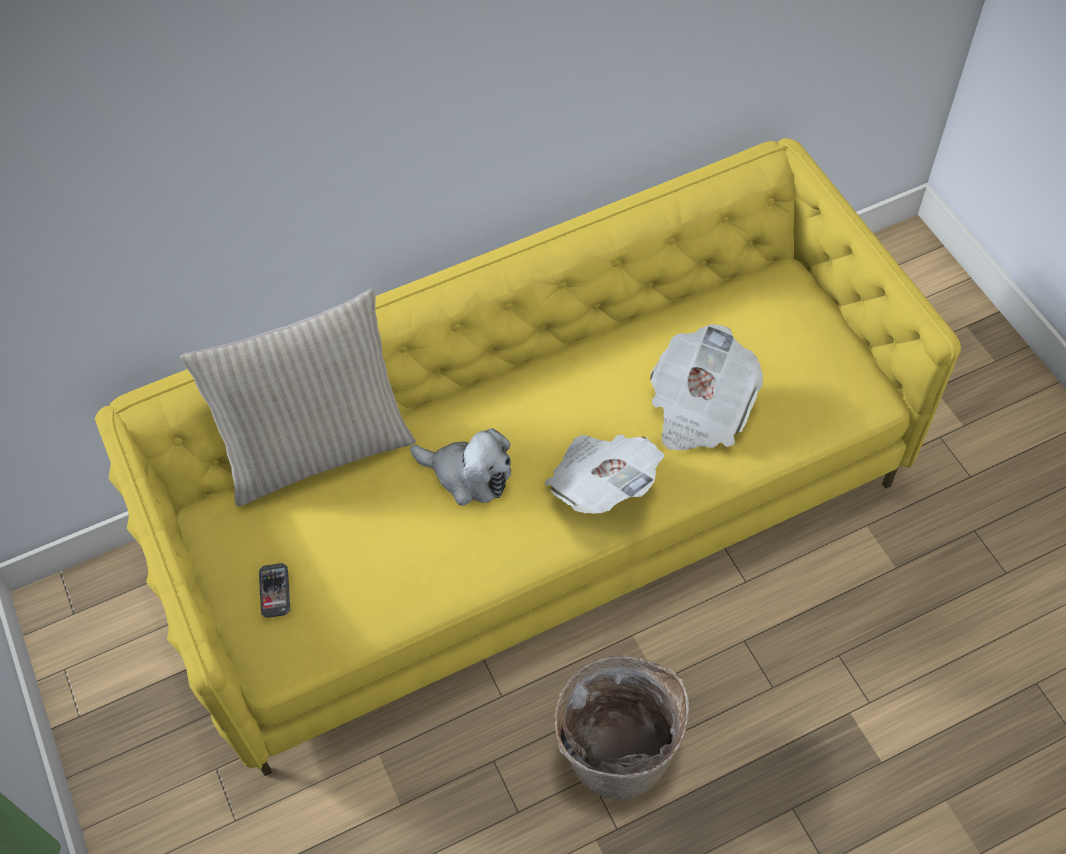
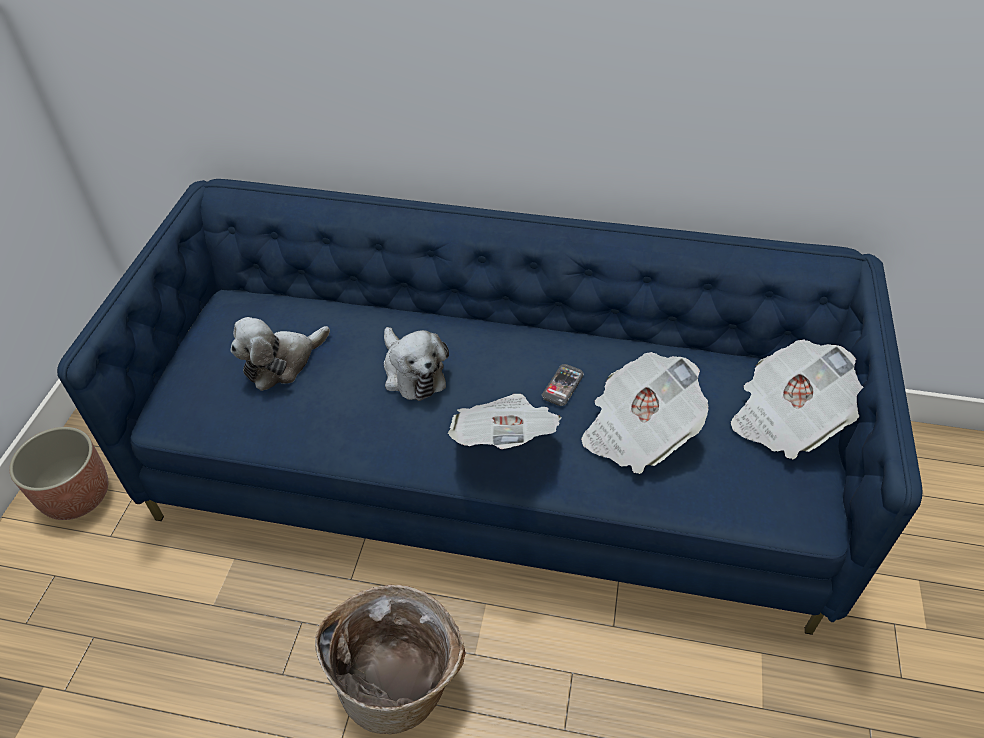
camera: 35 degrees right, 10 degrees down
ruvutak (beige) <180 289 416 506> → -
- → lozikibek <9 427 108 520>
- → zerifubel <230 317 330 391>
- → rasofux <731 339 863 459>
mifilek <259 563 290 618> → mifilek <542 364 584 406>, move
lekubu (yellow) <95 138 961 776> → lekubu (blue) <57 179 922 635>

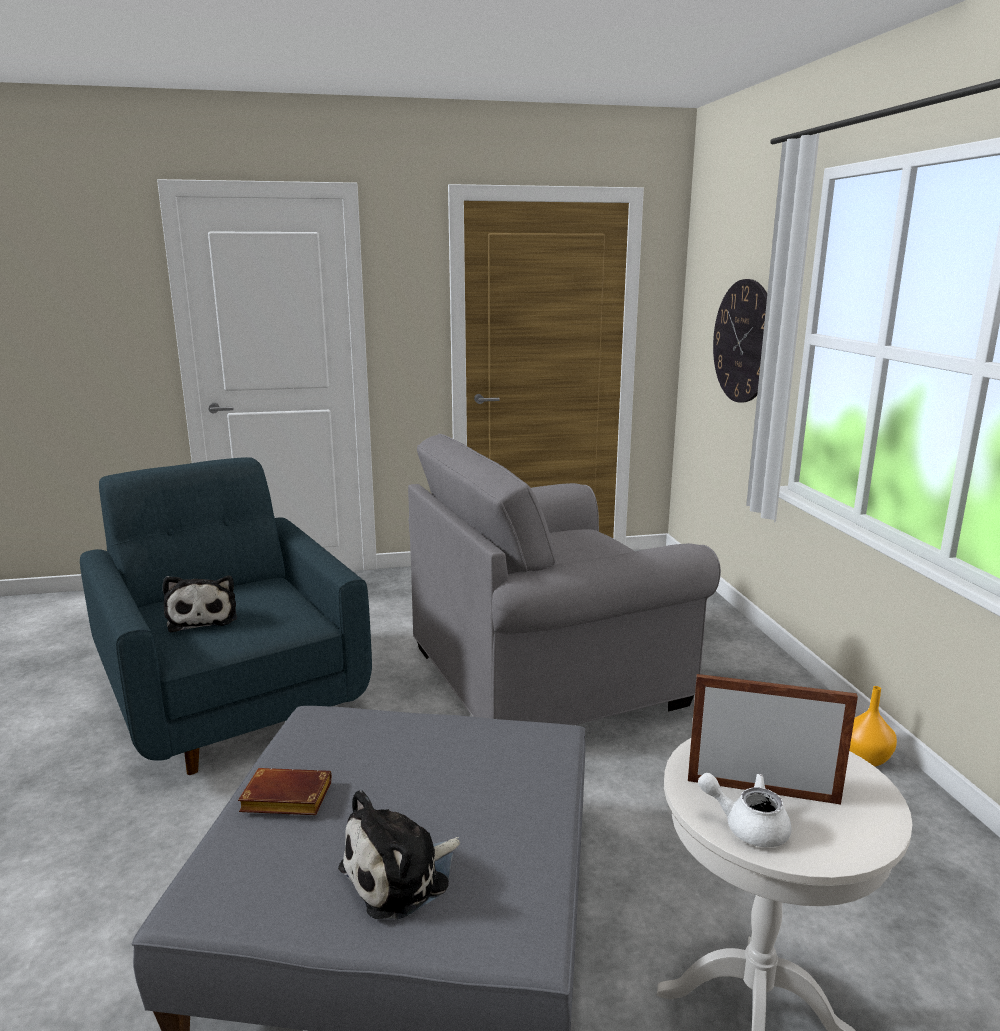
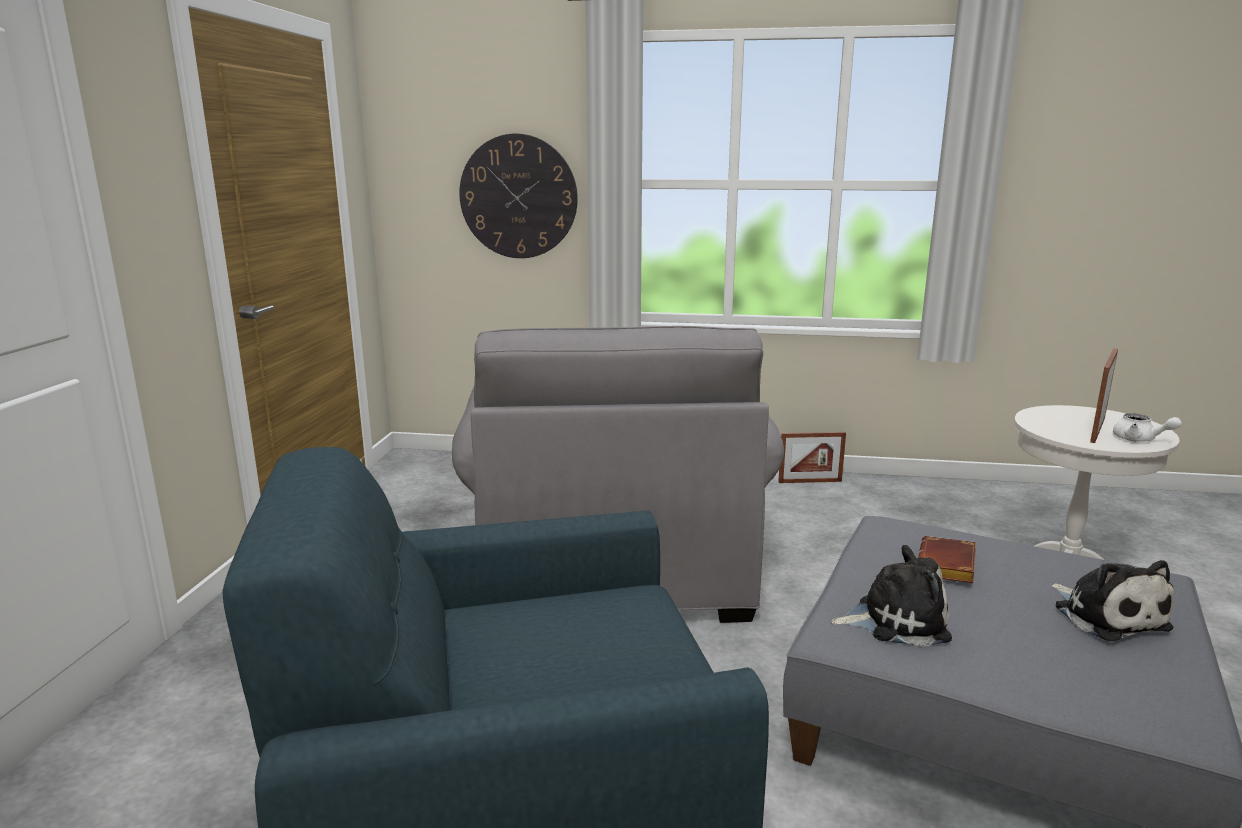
camera: 70 degrees left, 0 degrees up
zerifubel <163 576 237 632> → zerifubel <831 545 952 647>, move
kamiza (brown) <238 768 332 815> → kamiza (brown) <918 536 976 583>, move
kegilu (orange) <849 686 897 767> → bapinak <778 432 846 483>
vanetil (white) <698 773 791 848> → vanetil (white) <1113 413 1182 442>, 90 degrees counterclockwise

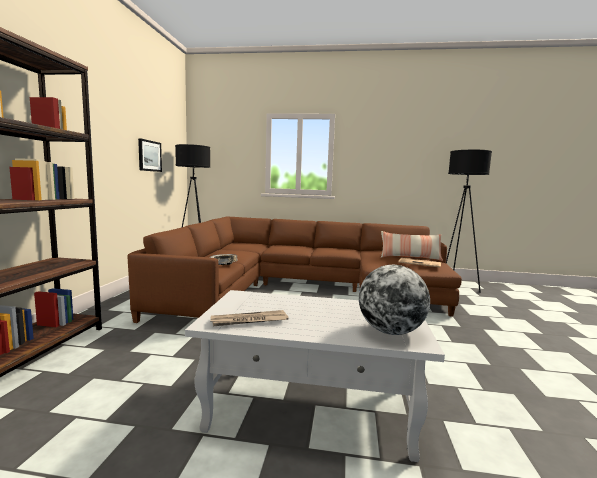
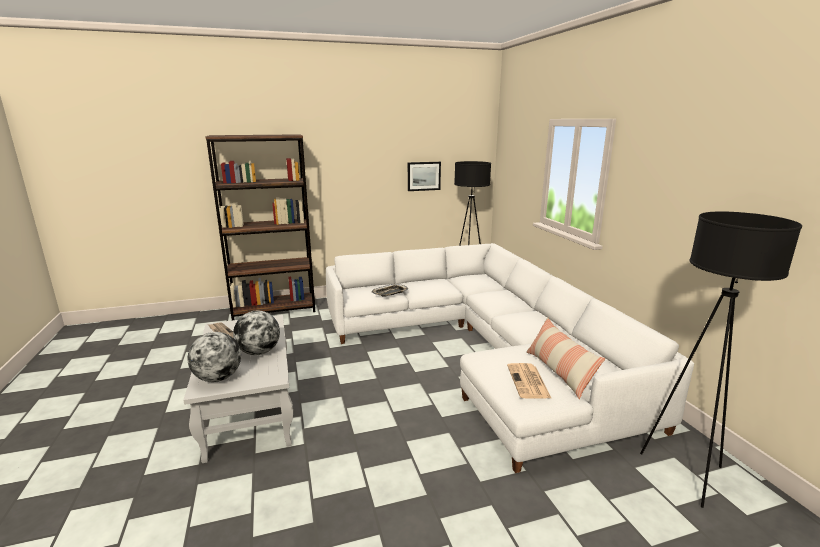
camera: 65 degrees right, 10 degrees up
- → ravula <233 311 280 355>
lekubu (brown) <127 216 462 323> → lekubu (white) <326 243 694 473>

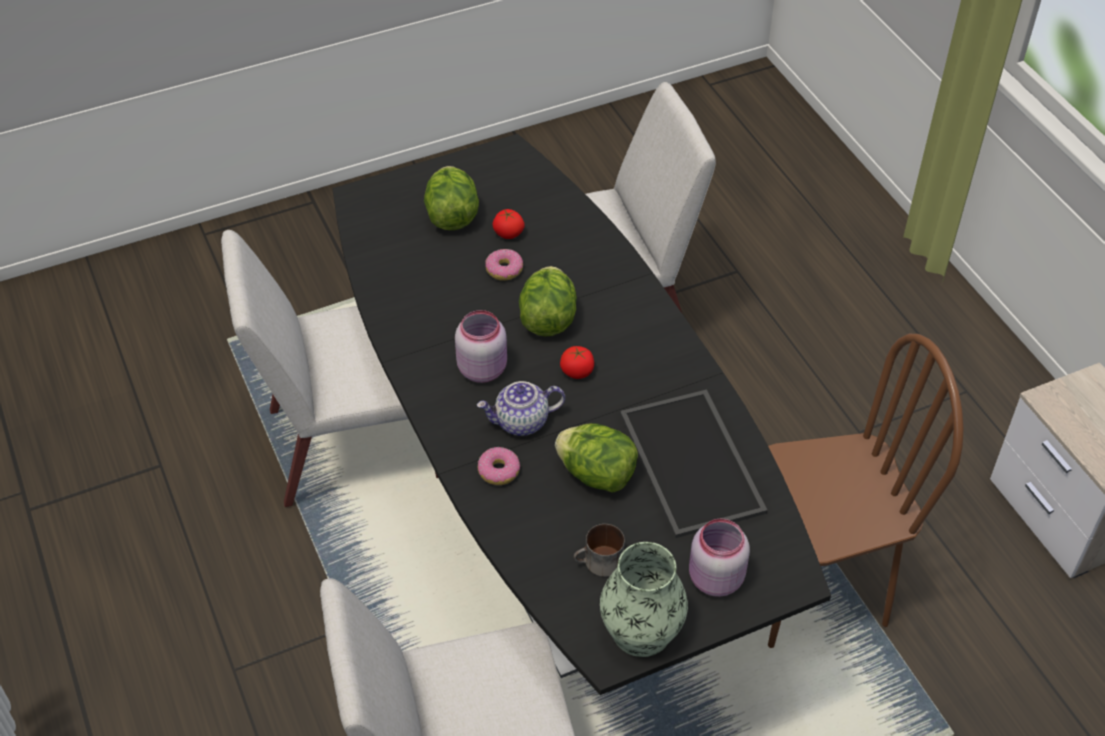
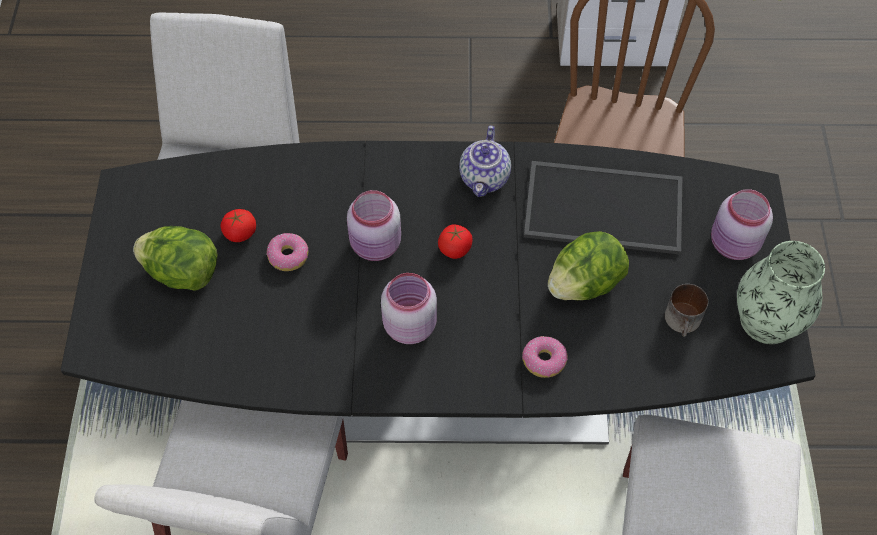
camera: 65 degrees left, 10 degrees up
vanetil <477 381 565 436> → vanetil <459 126 511 197>, move
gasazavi <519 266 577 336> → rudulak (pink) <347 190 401 261>

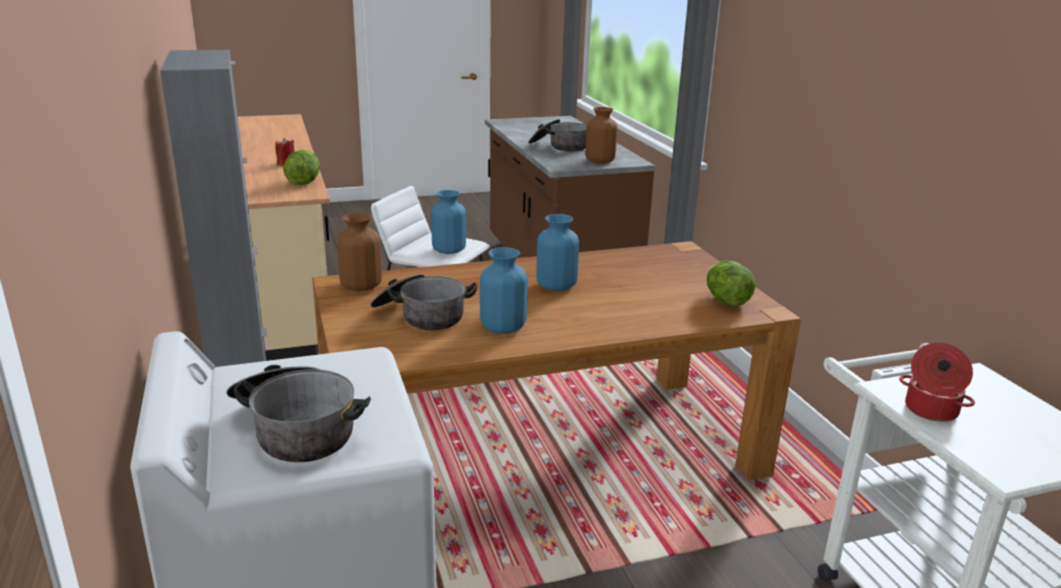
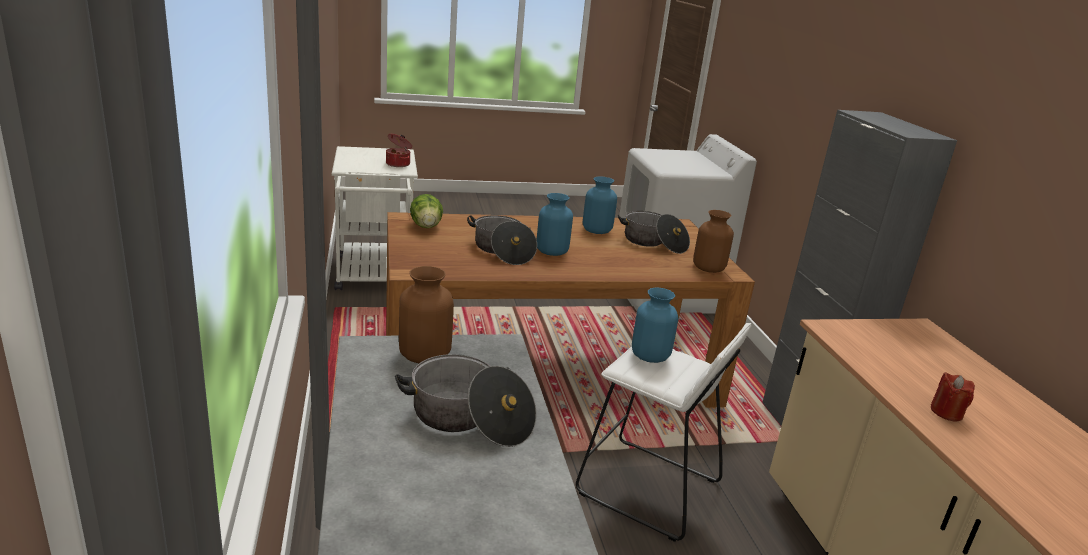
camera: 175 degrees left, 0 degrees up
gasazavi <283 150 320 185> → -
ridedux <226 365 371 462> → ridedux <467 215 537 265>, move

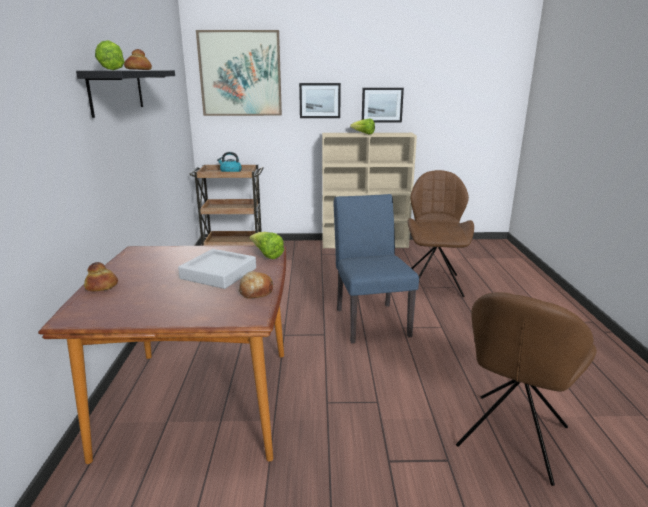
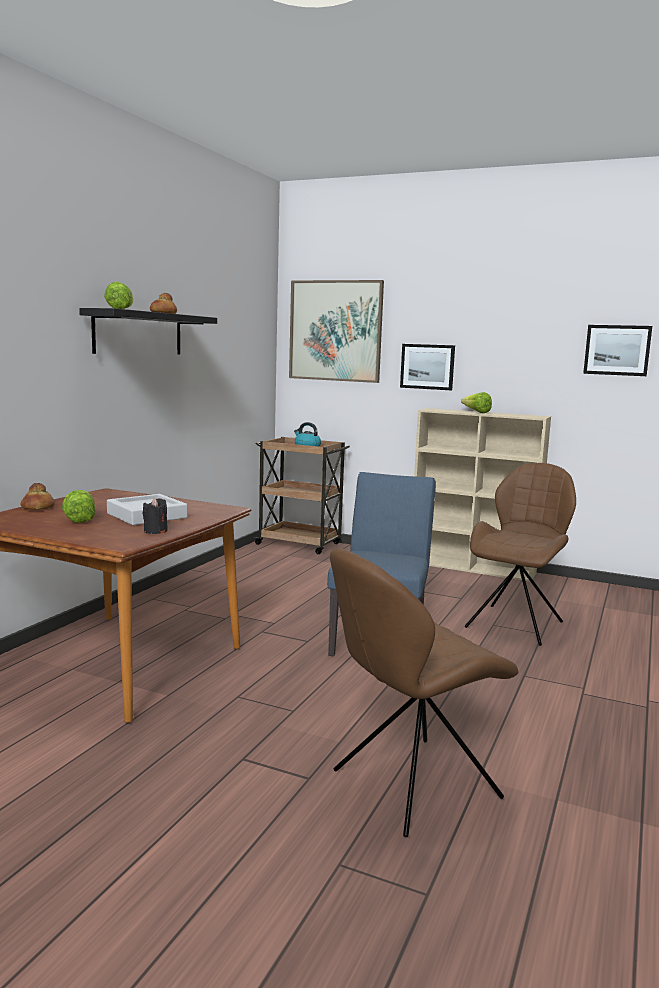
camera: 25 degrees right, 10 degrees down
gasazavi <250 232 284 259> → gasazavi <62 490 96 523>, move
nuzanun <362 88 404 123> → nuzanun <583 325 652 376>, move
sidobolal <239 271 273 298> → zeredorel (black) <142 498 168 534>

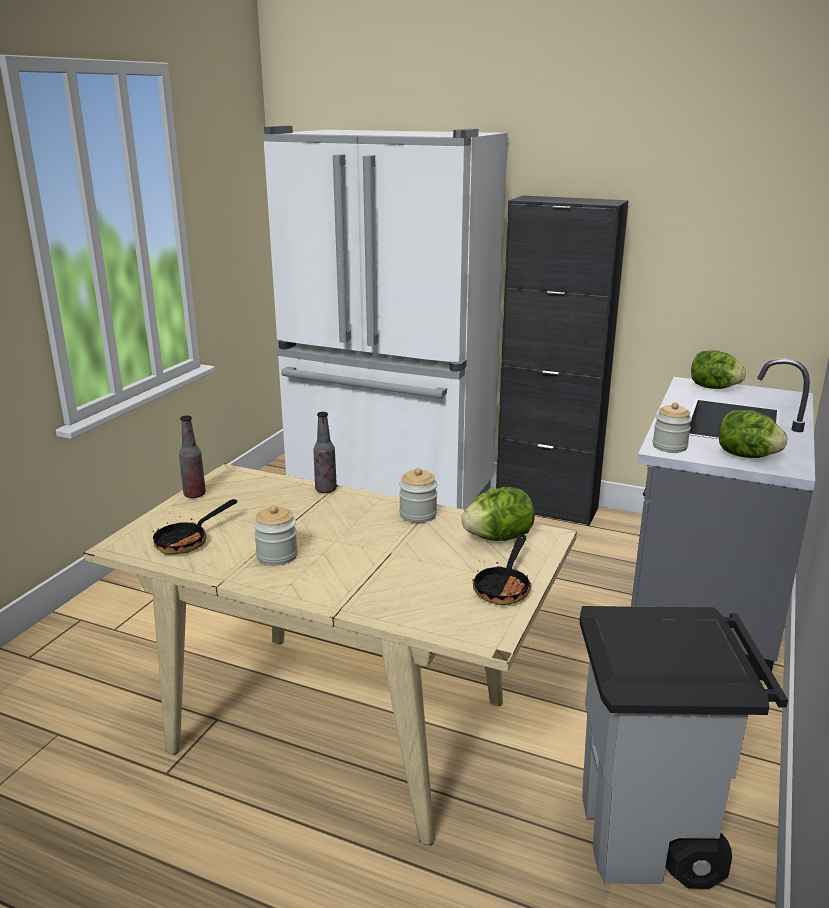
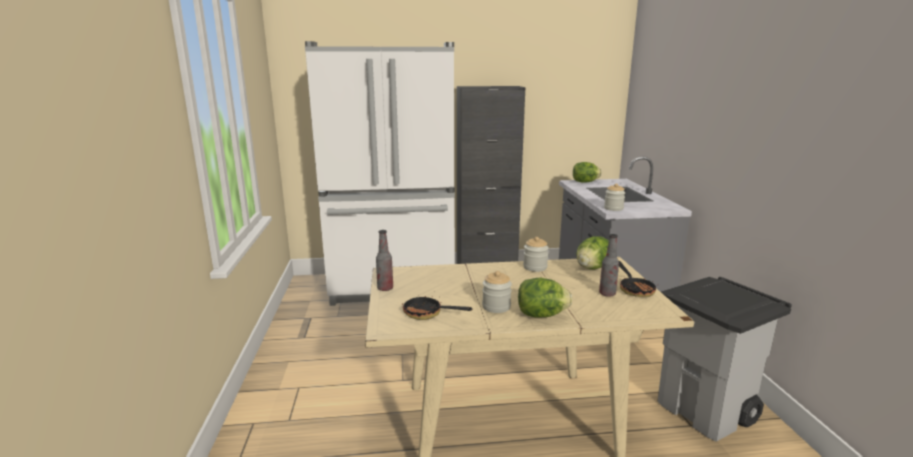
camera: 30 degrees left, 5 degrees down
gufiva <313 412 337 493> → gufiva <599 234 619 297>, move
gasazavi <719 410 787 458> → gasazavi <518 278 572 318>, move
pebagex <153 499 237 555> → pebagex <402 296 472 320>, 105 degrees clockwise

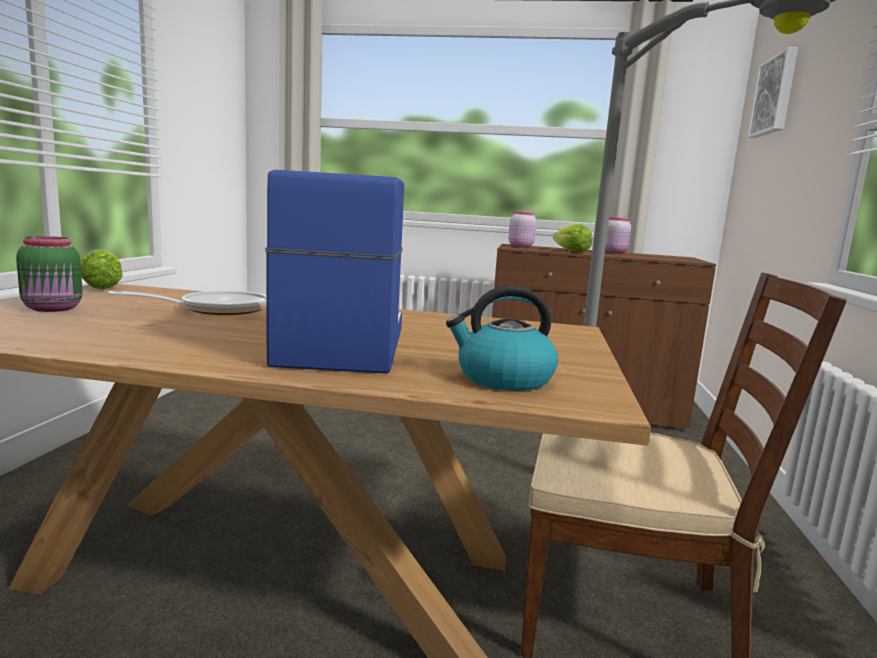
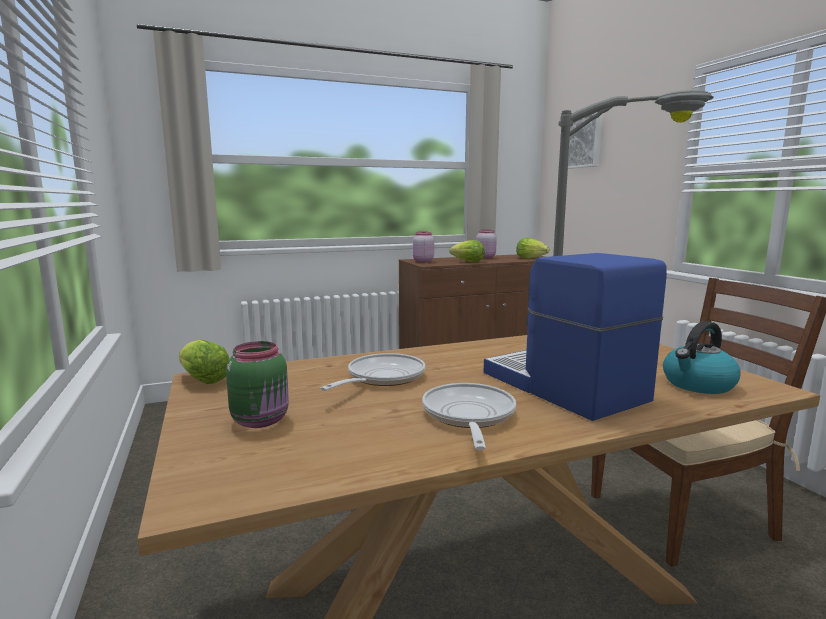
camera: 30 degrees left, 0 degrees up
- → pebagex <422 383 516 450>
- → gasazavi <516 238 549 259>

